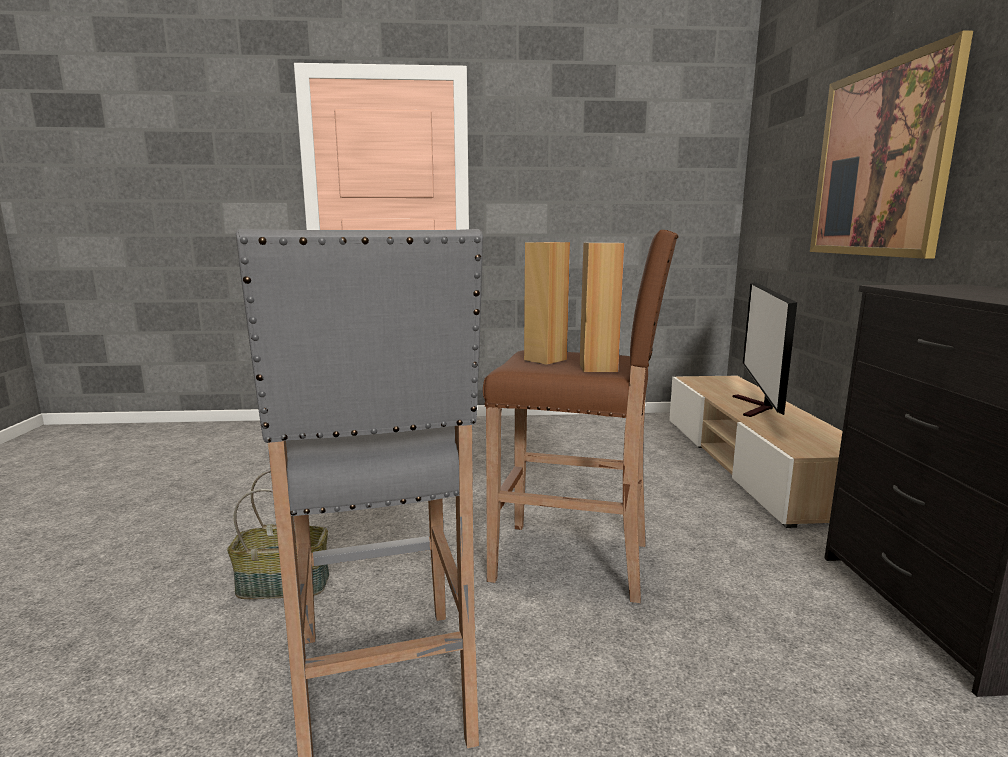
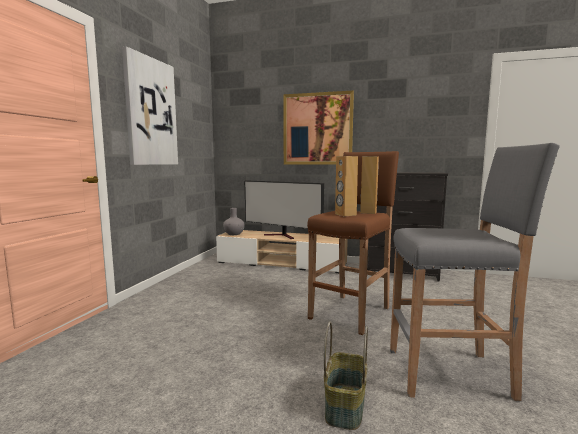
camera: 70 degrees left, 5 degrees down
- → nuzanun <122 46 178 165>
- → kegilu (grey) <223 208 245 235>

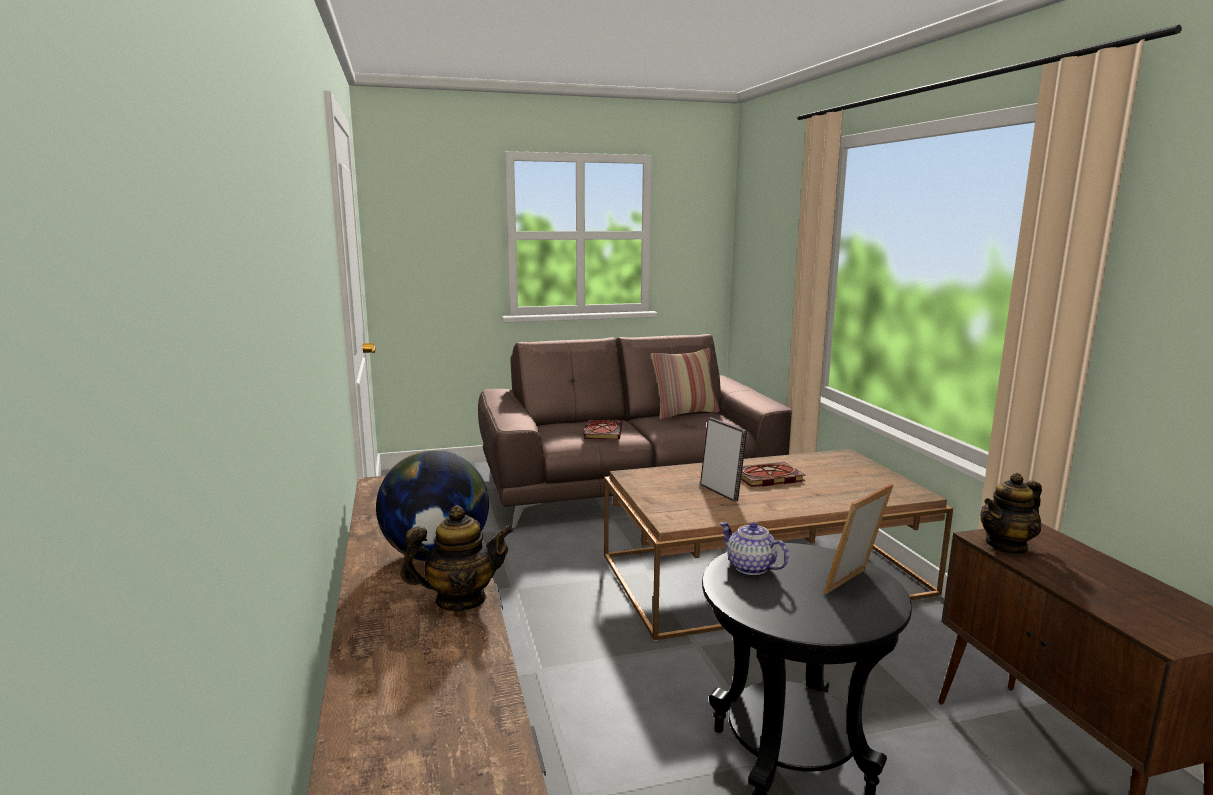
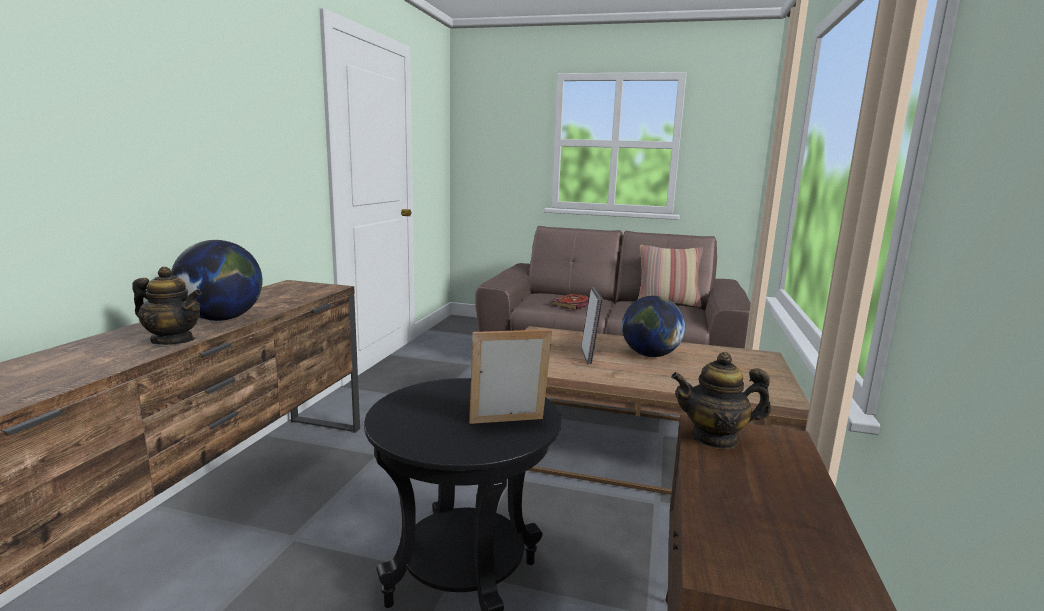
camera: 30 degrees right, 0 degrees up
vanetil <720 522 789 575> → -
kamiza <741 462 806 487> → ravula <622 296 685 357>

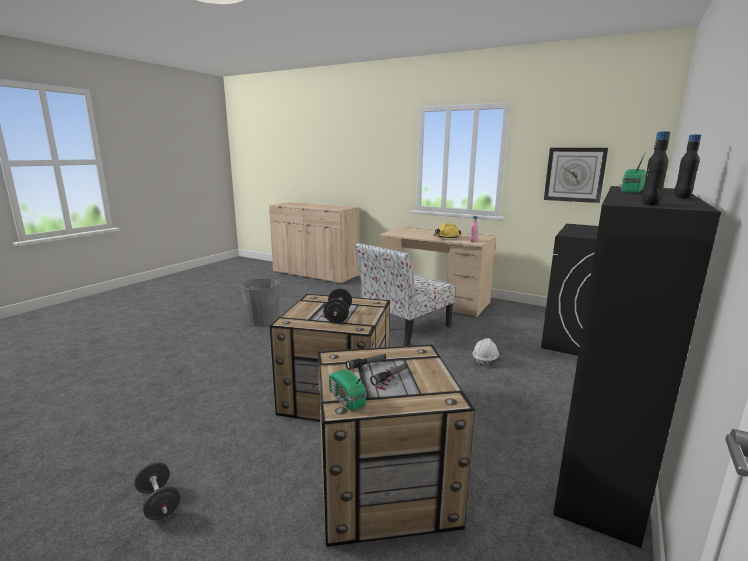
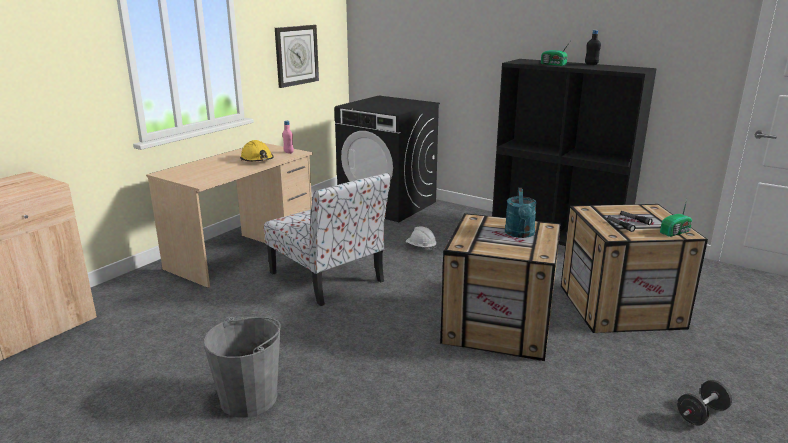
camera: 85 degrees left, 5 degrees up
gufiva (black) <642 131 671 206> → -
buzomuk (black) <323 288 352 323> → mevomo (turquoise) <505 188 537 238>

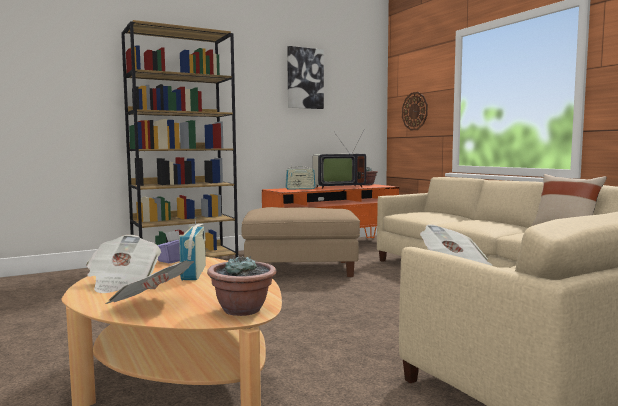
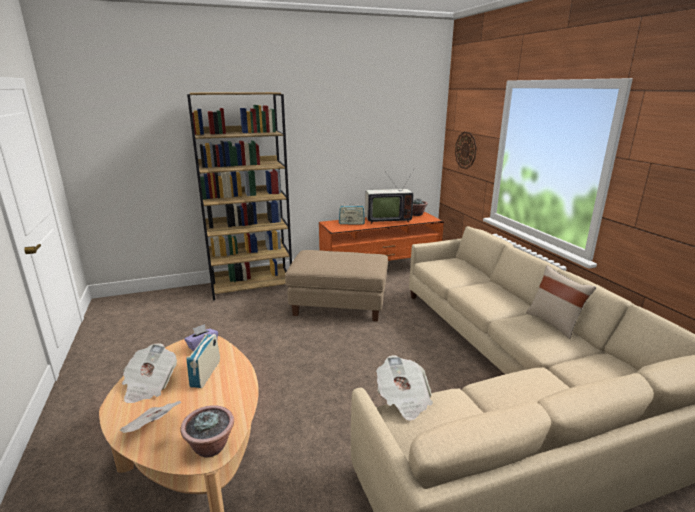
camera: 10 degrees right, 15 degrees up
nuzanun <287 46 324 109> → -

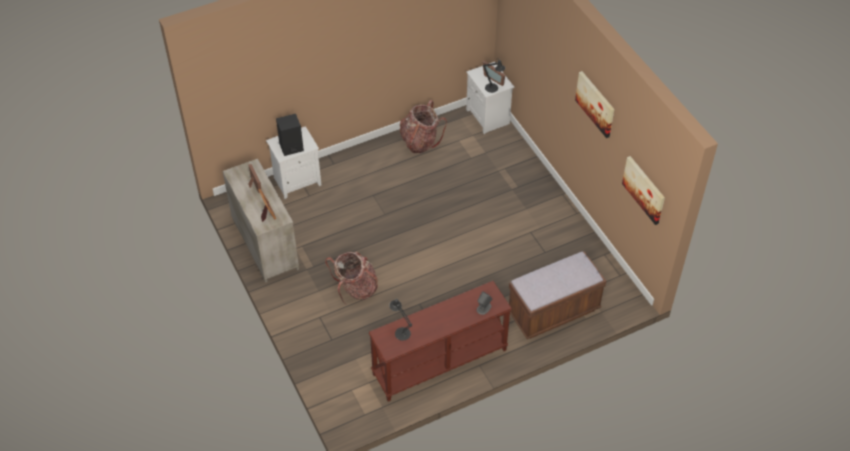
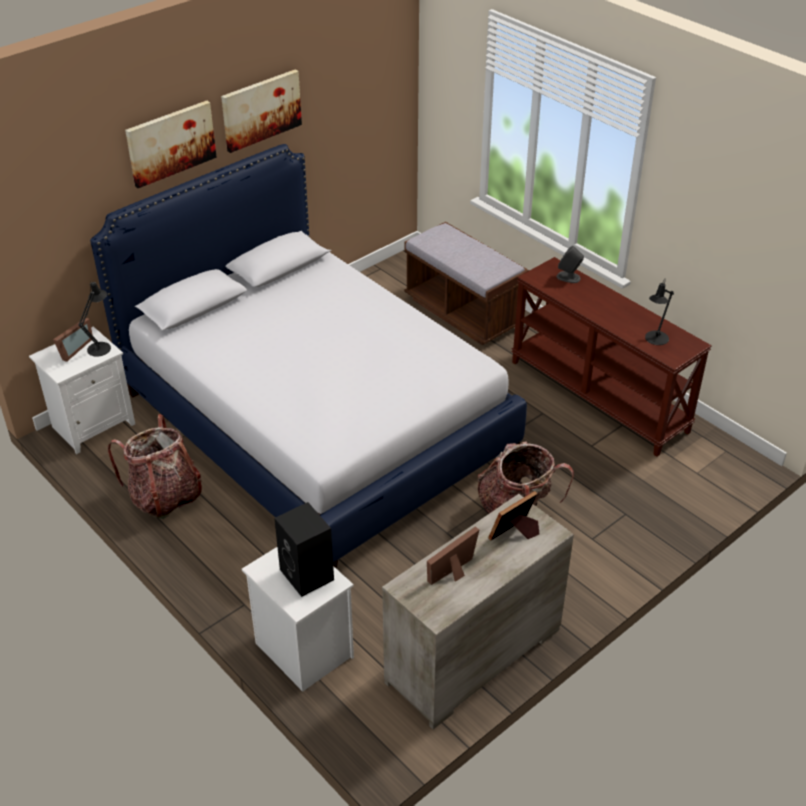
camera: 105 degrees left, 10 degrees down
- → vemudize <90 144 527 569>
nuzanun <622 156 665 225> → nuzanun <125 101 217 188>, move

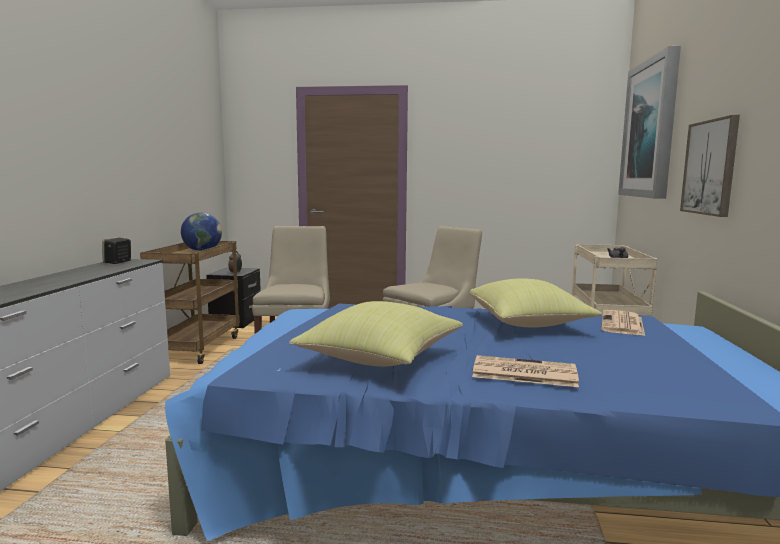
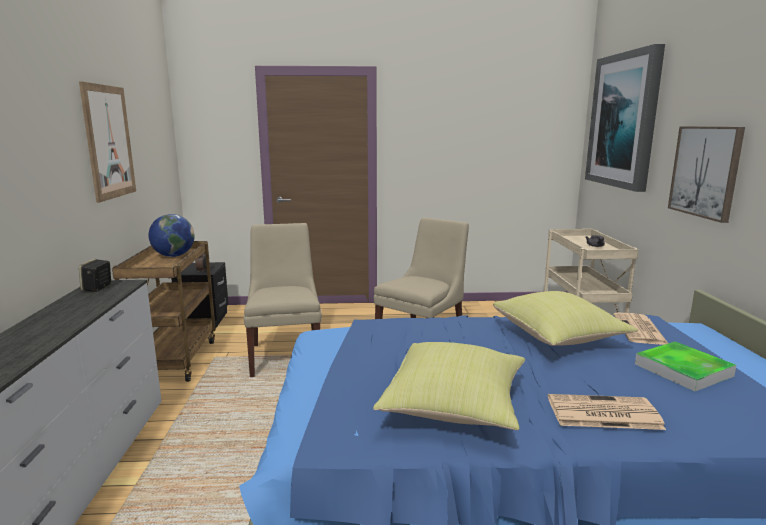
camera: 10 degrees left, 5 degrees up
- → nuzanun <79 81 136 203>
- → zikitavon <635 342 736 391>

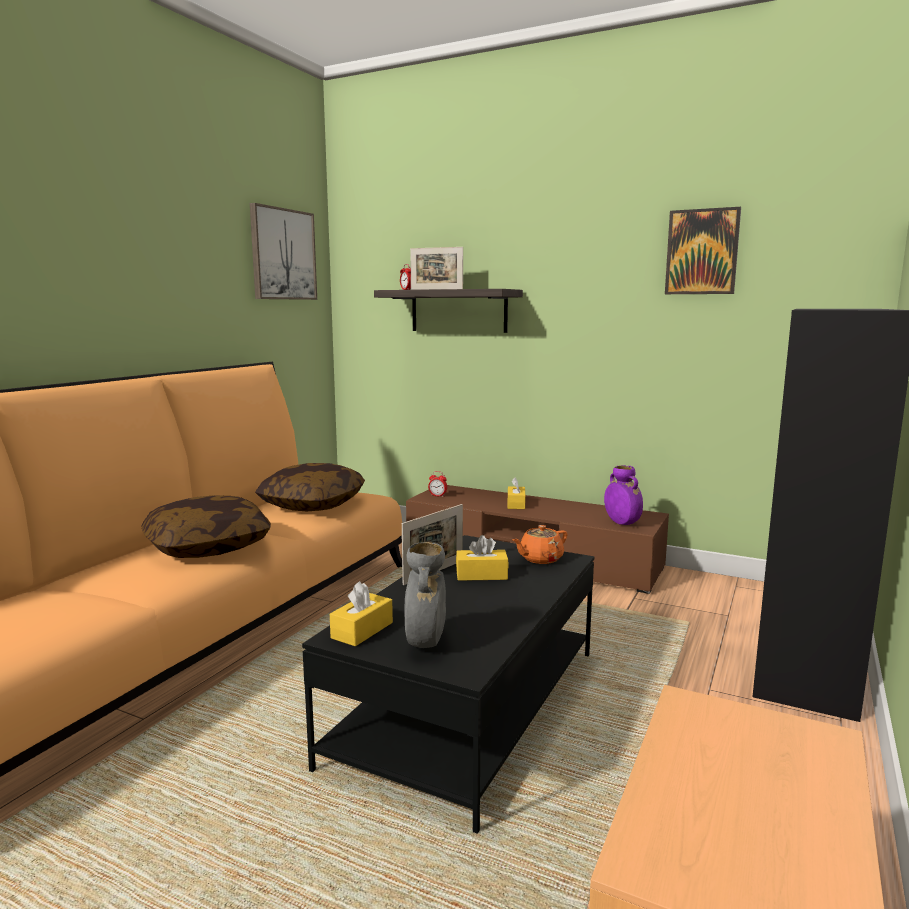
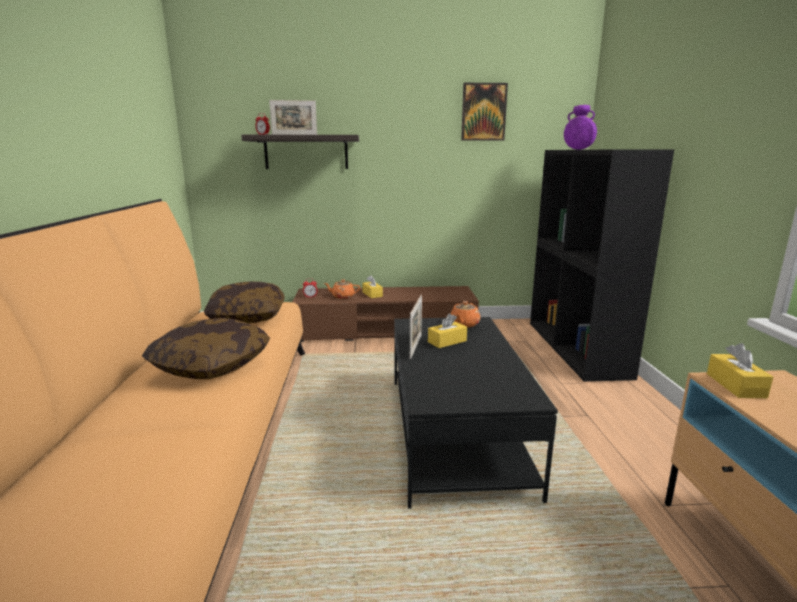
camera: 30 degrees left, 5 degrees up
nuzanun <250 203 317 300> → -
kegilu (grey) <404 542 446 648> → -
- → vanetil (orange) <324 280 360 299>
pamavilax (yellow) <330 581 393 646> → pamavilax (yellow) <707 343 773 398>, move
kegilu (purple) <604 465 643 525> → kegilu (purple) <564 105 597 150>, move

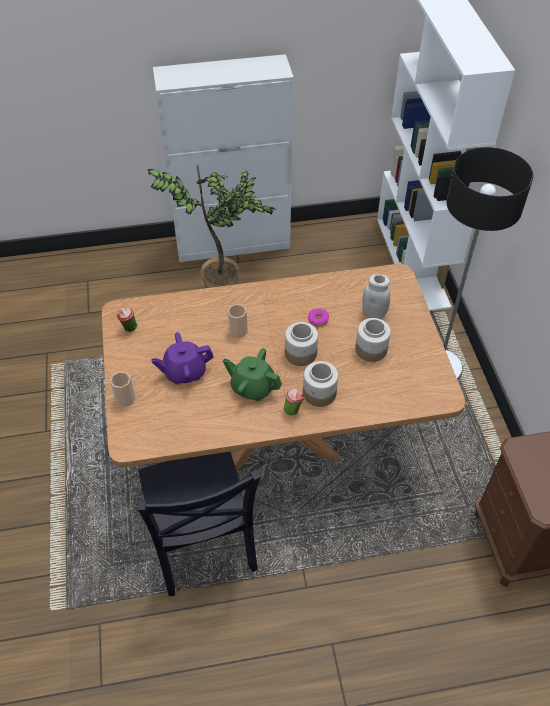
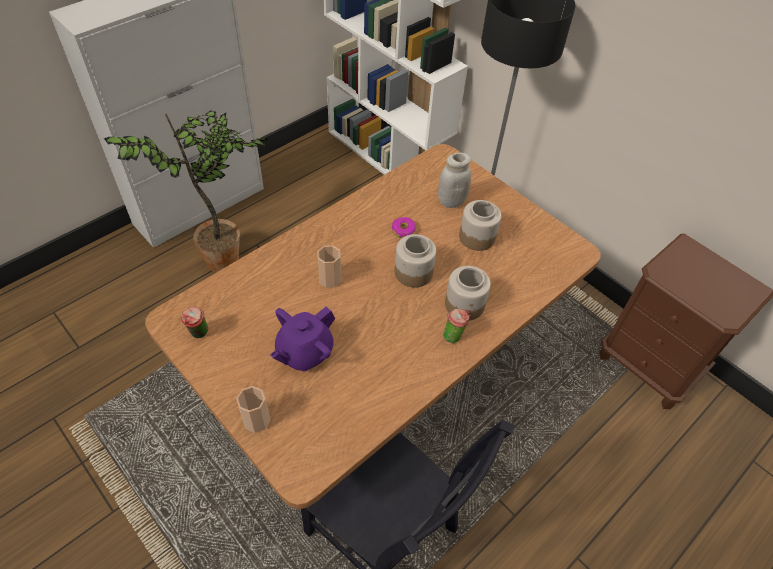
camera: 35 degrees left, 0 degrees up
vanetil (green) <223 348 282 401> → -

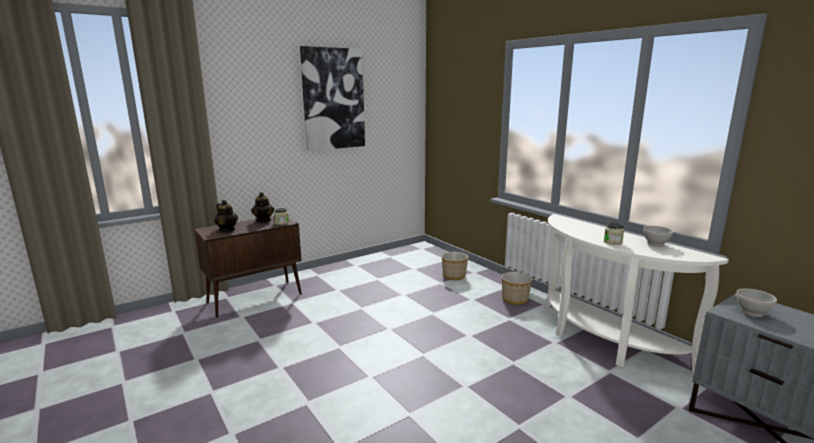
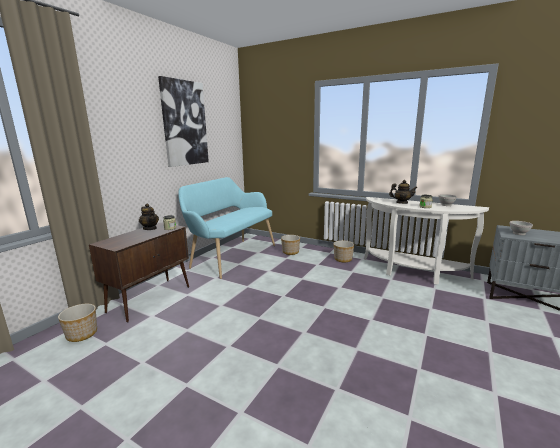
camera: 25 degrees left, 0 degrees up
- → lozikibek <58 304 97 342>
- → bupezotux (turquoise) <178 177 275 279>
vanetil <214 200 238 232> → vanetil <389 180 417 204>, move

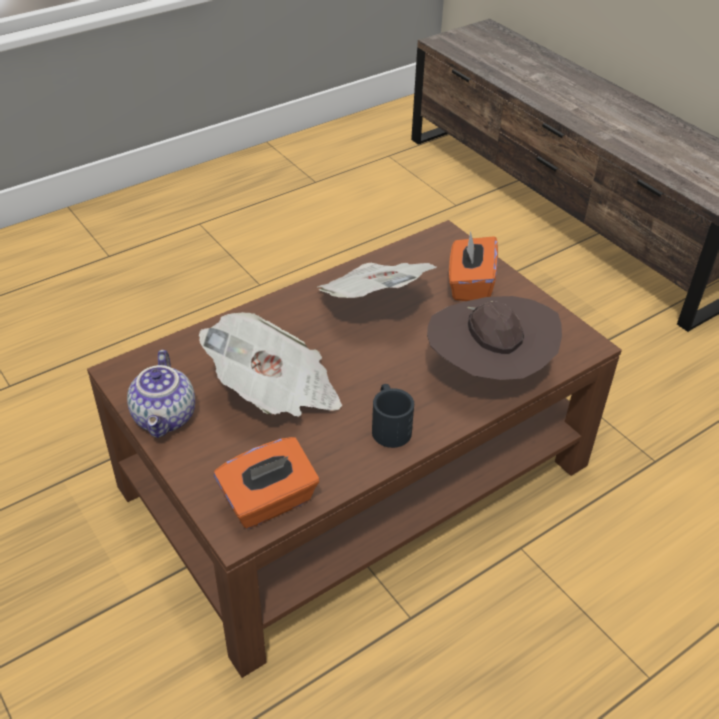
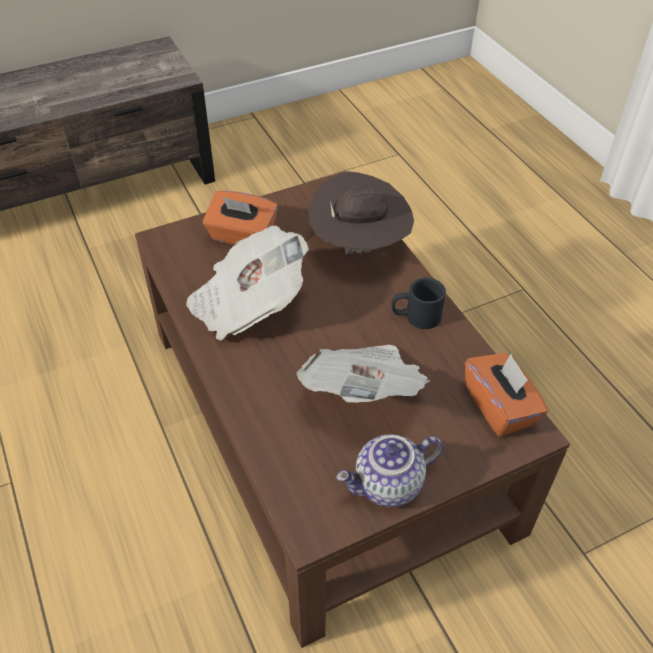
camera: 80 degrees left, 5 degrees up
vanetil <127 350 195 438> → vanetil <336 434 443 507>, 150 degrees clockwise

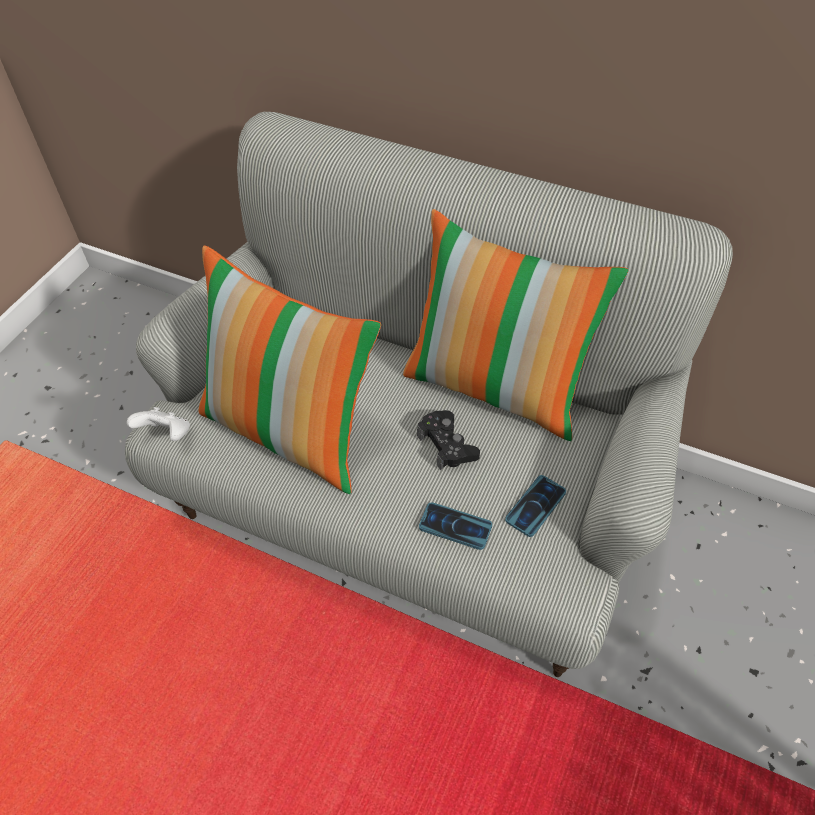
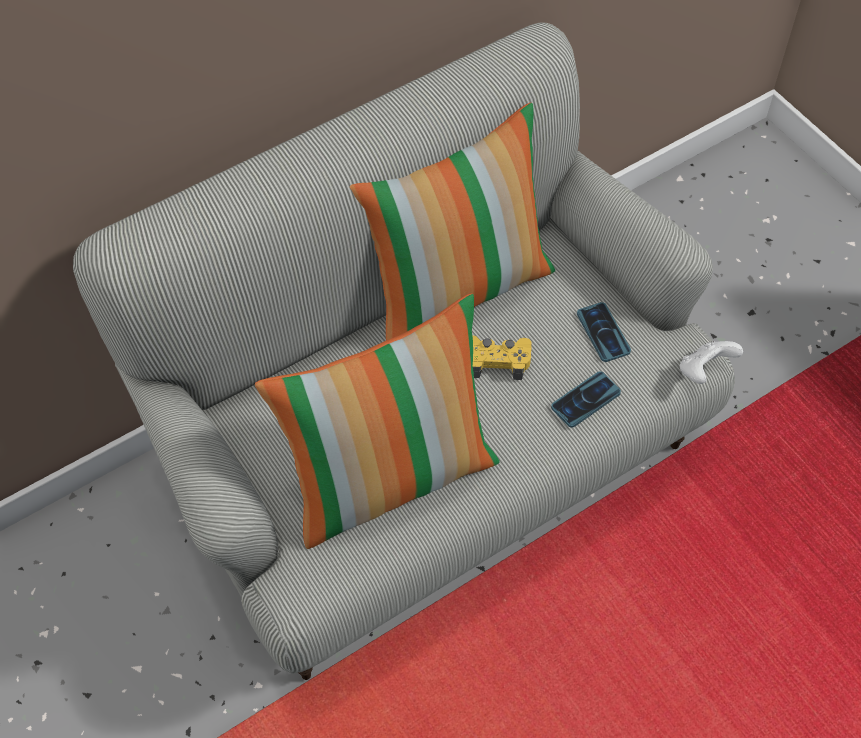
camera: 60 degrees left, 5 degrees up
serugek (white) <127 407 190 441> → serugek (white) <680 341 743 384>, move
serugek (black) <417 410 480 470> → serugek (yellow) <472 335 532 380>

